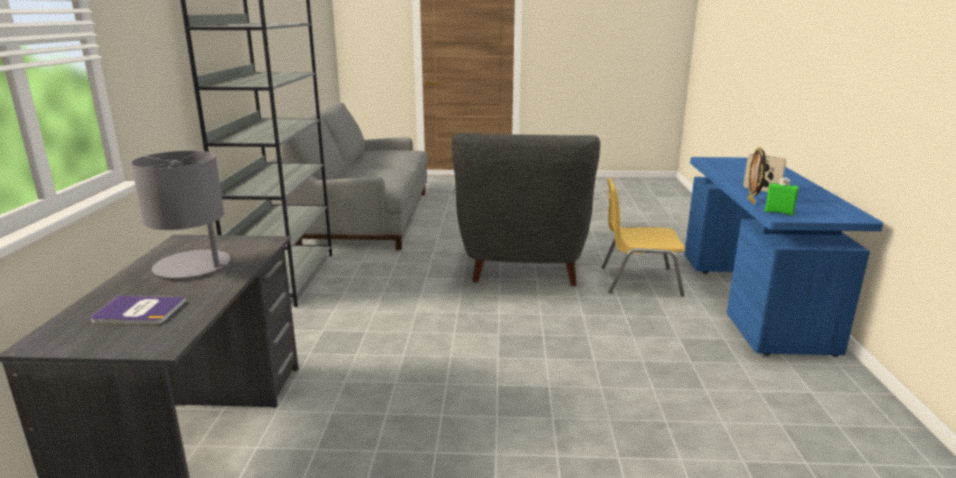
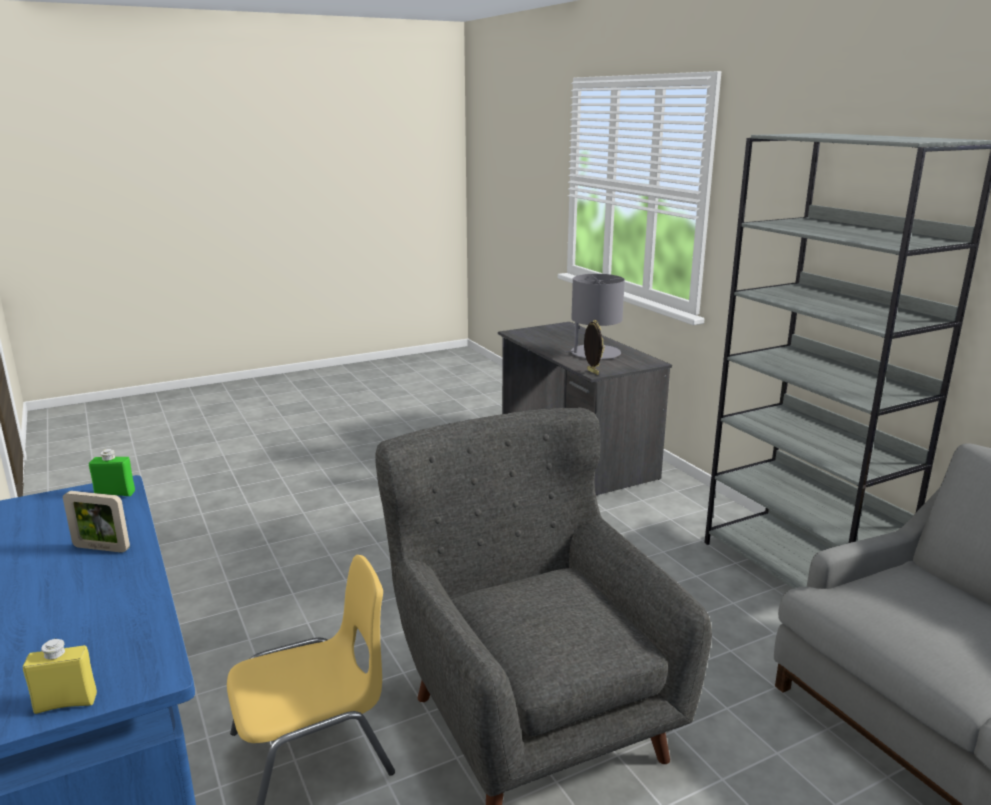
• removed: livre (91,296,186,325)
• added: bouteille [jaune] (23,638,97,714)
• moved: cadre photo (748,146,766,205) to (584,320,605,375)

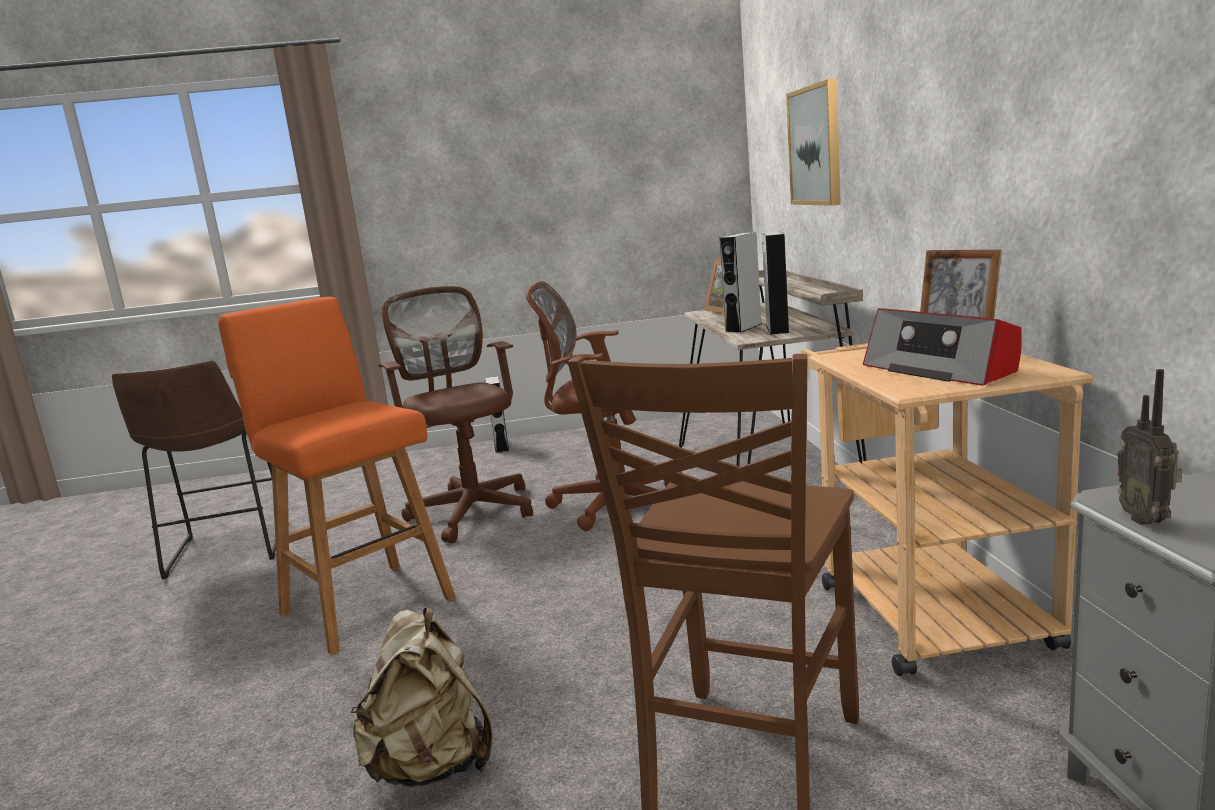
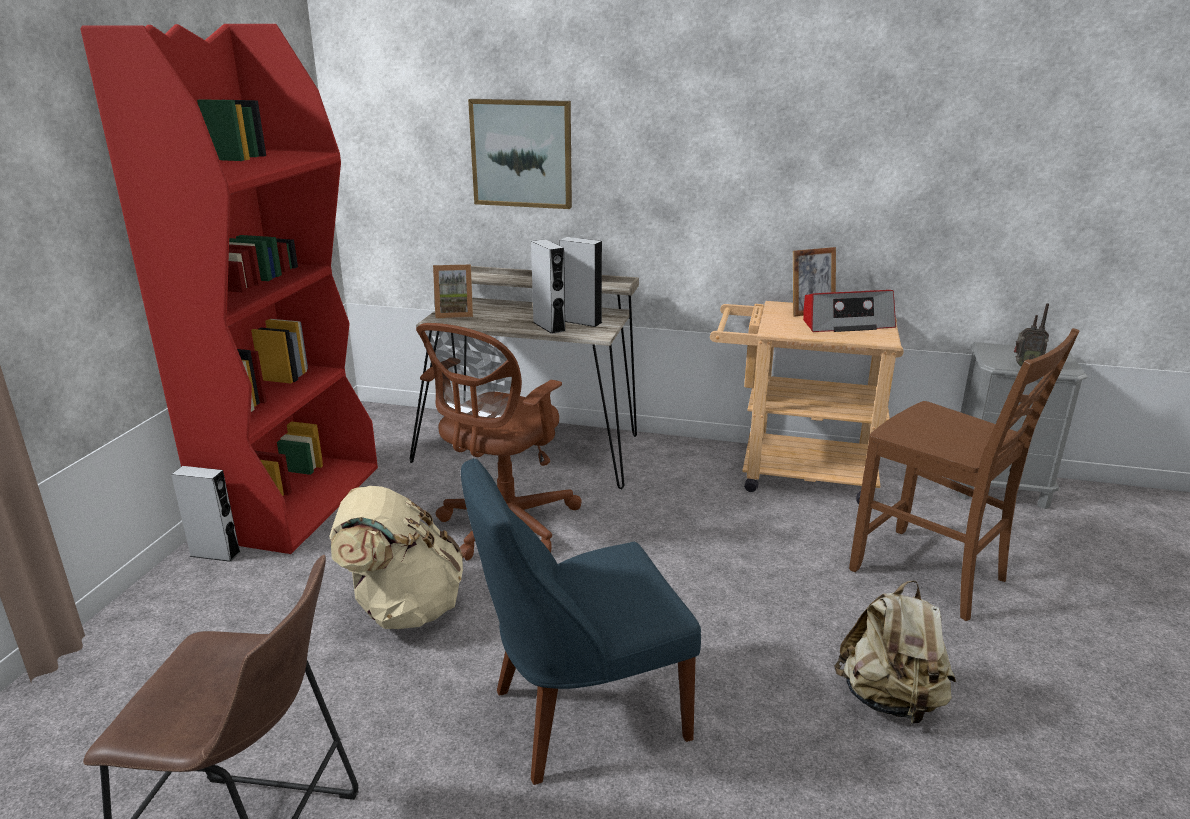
• added: bibliothèque [rouge] (80,24,378,554)
• replaced: tabouret [orange] (218,297,456,655) to chaise [bleu] (461,458,701,785)
• replaced: chaise de bureau [marron] (378,286,533,543) to sac à dos [beige] (329,486,463,629)

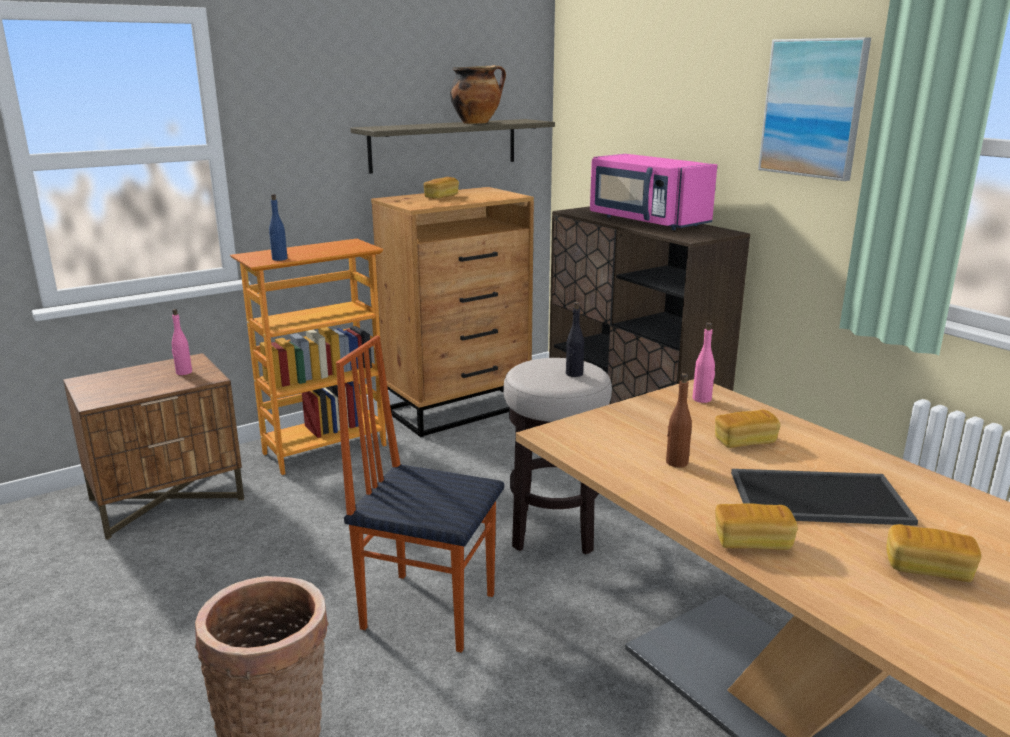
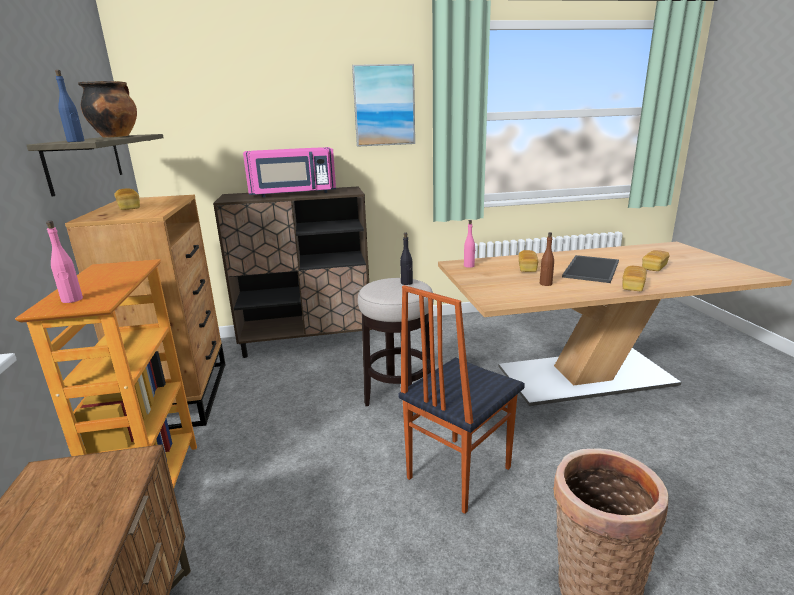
• moved: bouteille [rose] (172,309,192,375) to (46,221,83,303)
• moved: bouteille [bleu] (269,194,287,261) to (55,70,85,142)

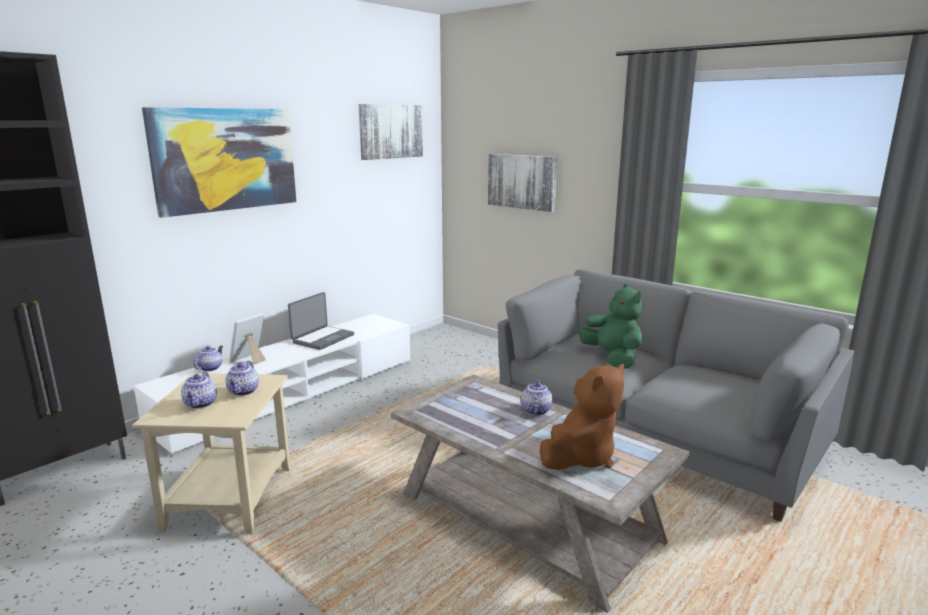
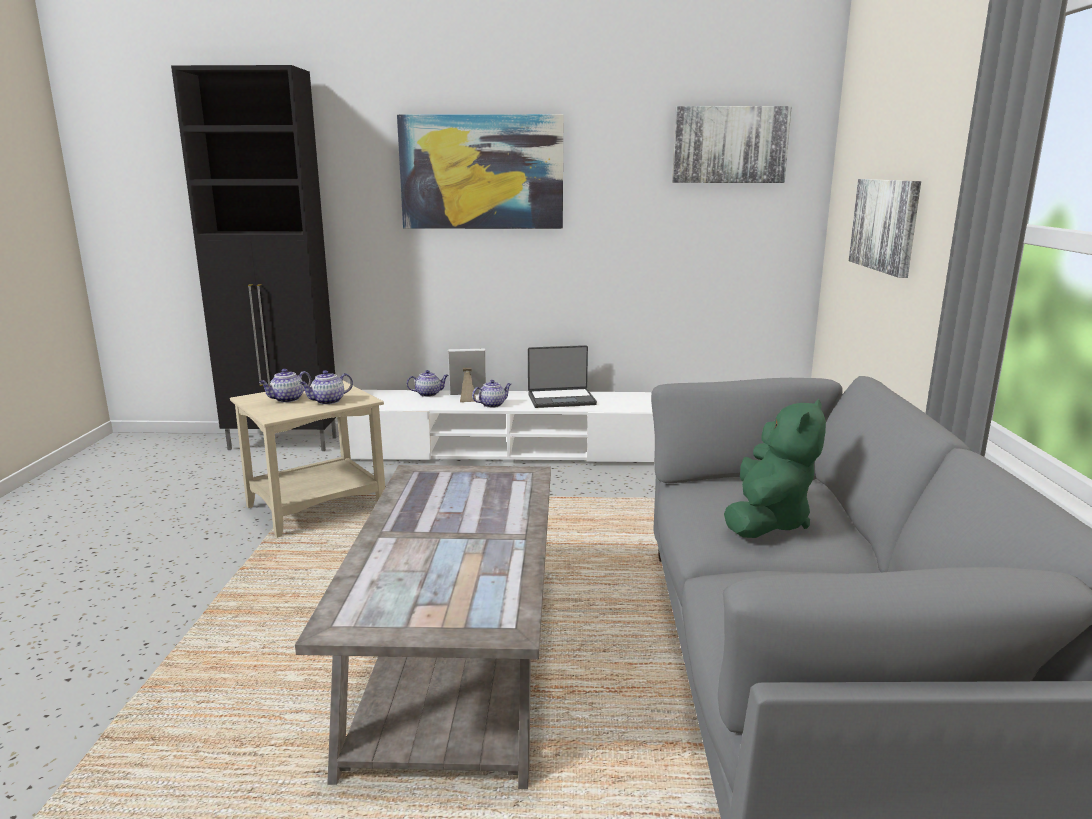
• removed: peluche [marron] (539,364,624,470)
• moved: théière (521,380,553,415) to (472,380,511,408)

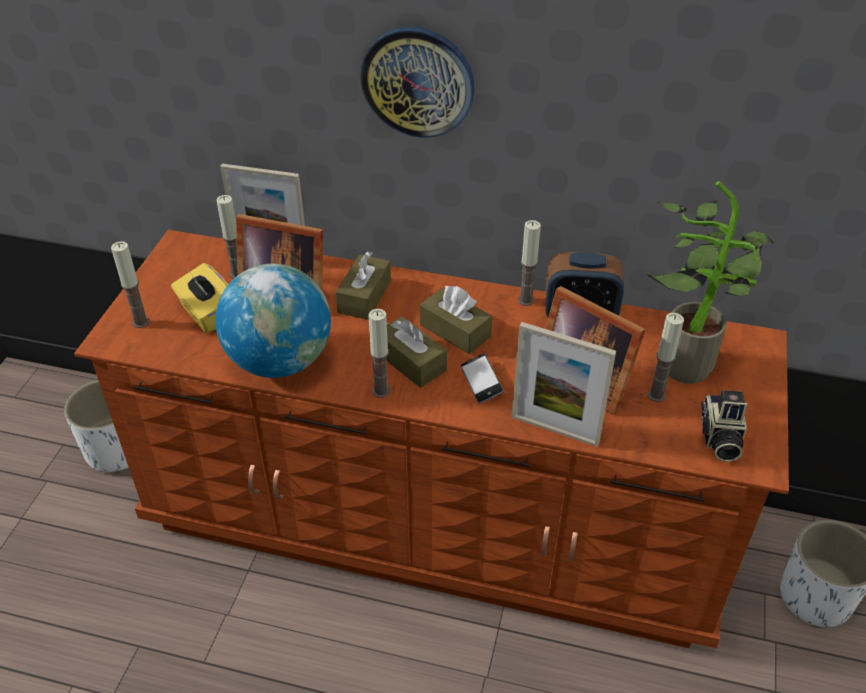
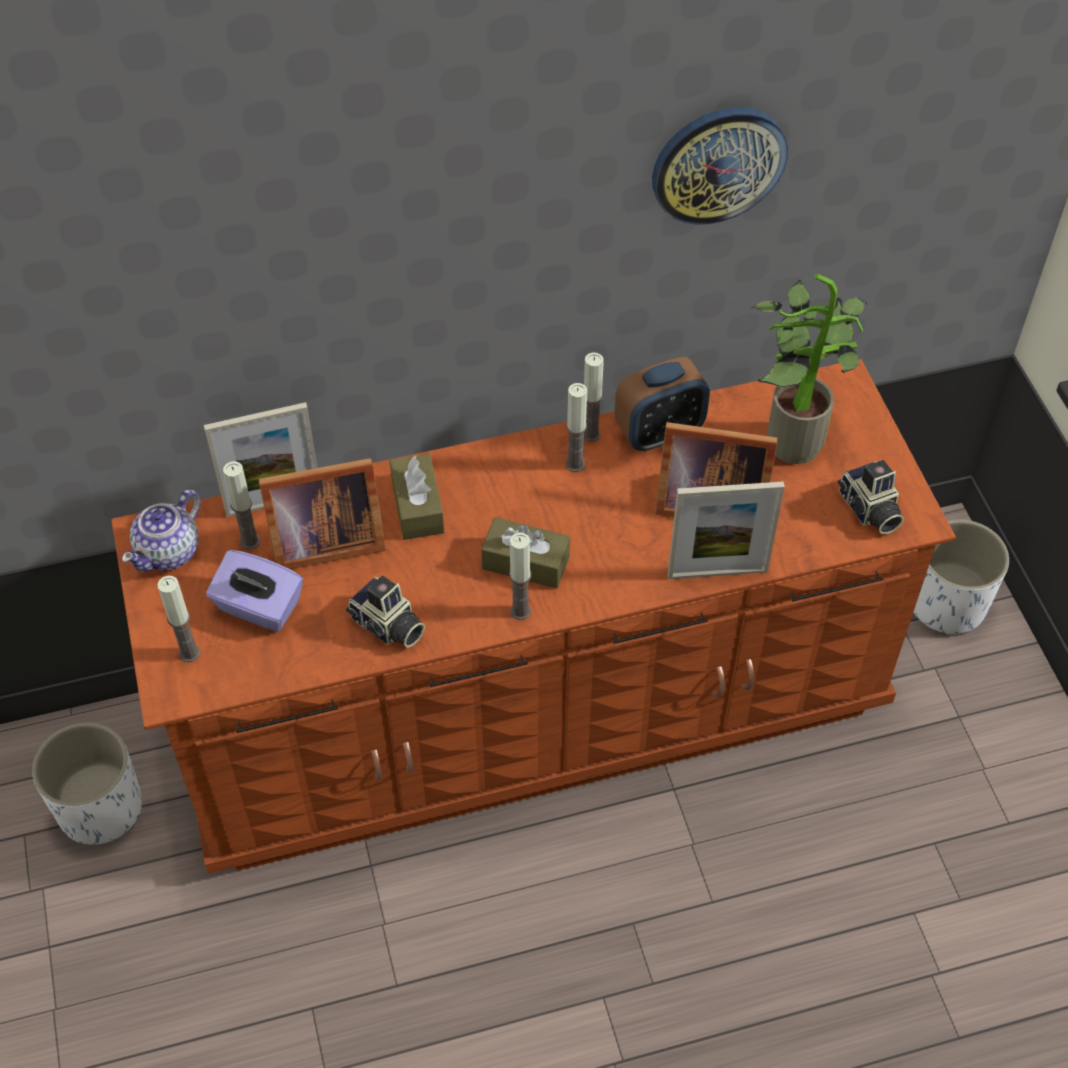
• removed: boîte à mouchoirs [marron] (420,286,492,354)
• removed: téléphone (461,354,504,404)
• added: théière (122,490,200,572)
• moved: horloge murale (360,27,475,138) to (652,108,788,225)
• moved: bougie (648,313,684,402) to (566,383,587,472)
• replaced: globe (215,264,331,378) to appareil photo (346,576,425,648)
• recoloured: boîte à mouchoirs [jaune] (171,263,228,333) to boîte à mouchoirs [violet] (206,550,303,632)

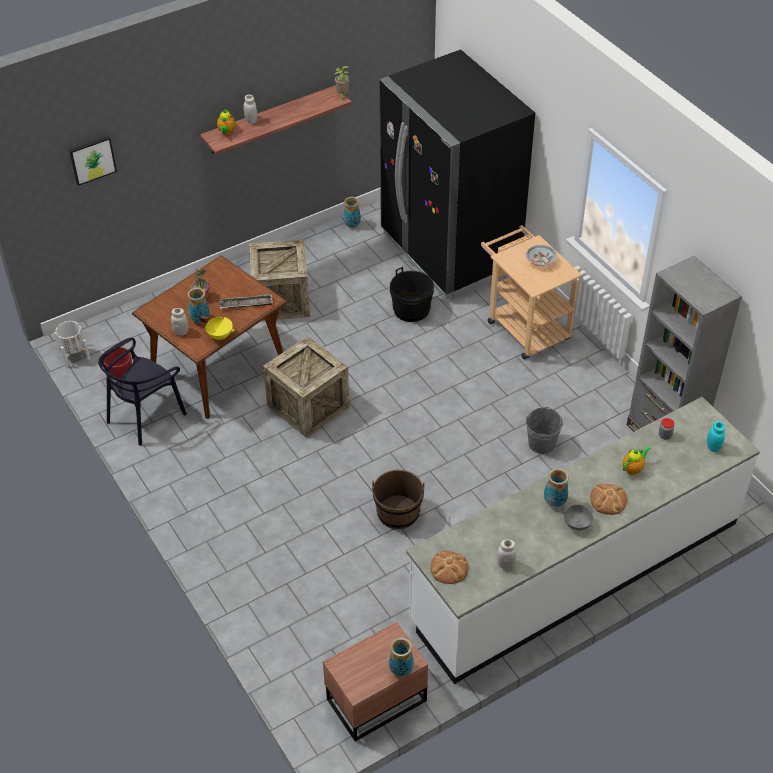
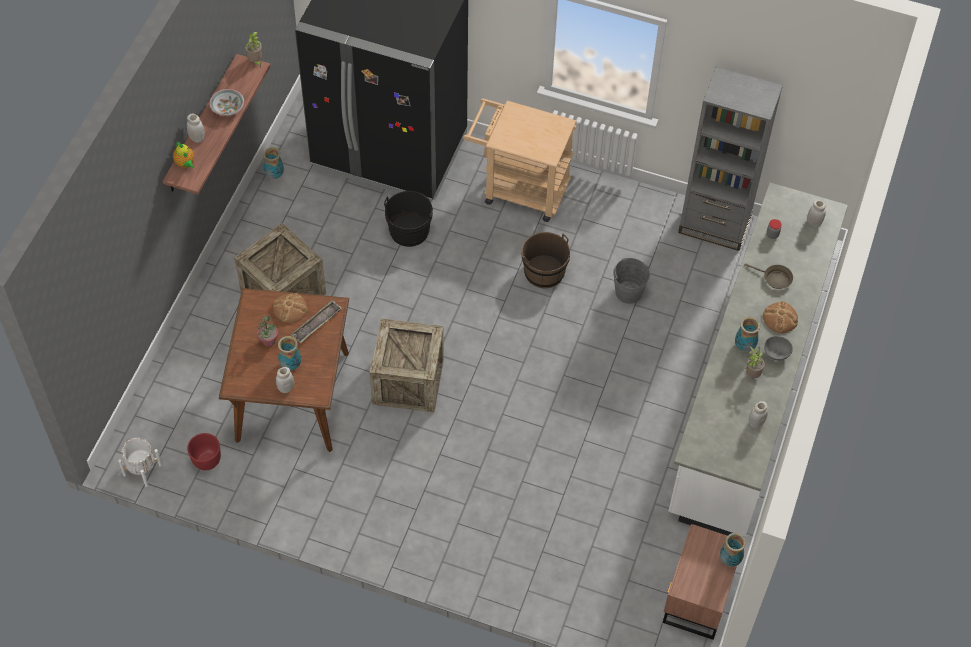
• removed: tableau (69,136,117,186)
• removed: chaise [noir] (98,338,187,445)
• removed: marmite [jaune] (200,316,235,340)
• added: plante en pot (745,346,765,378)
• moved: seau [marron] (372,470,425,529) to (522,232,570,289)
• moved: pain (431,551,469,584) to (273,293,307,323)
• moved: bol (526,245,557,266) to (210,89,244,116)
• replaced: théière (622,446,651,475) to poêle [marron] (744,263,793,289)
• recoloured: bocal [turquoise] (707,421,725,452) to bocal [blanc] (807,200,826,227)

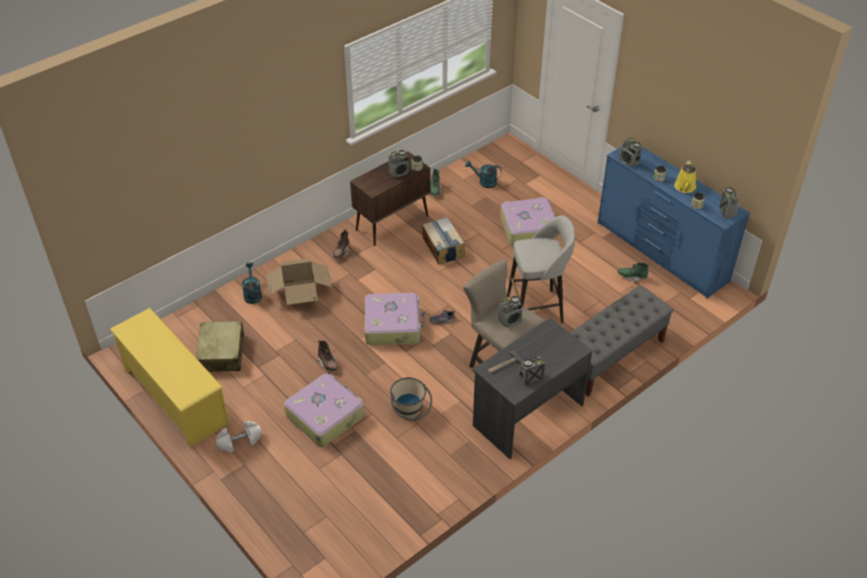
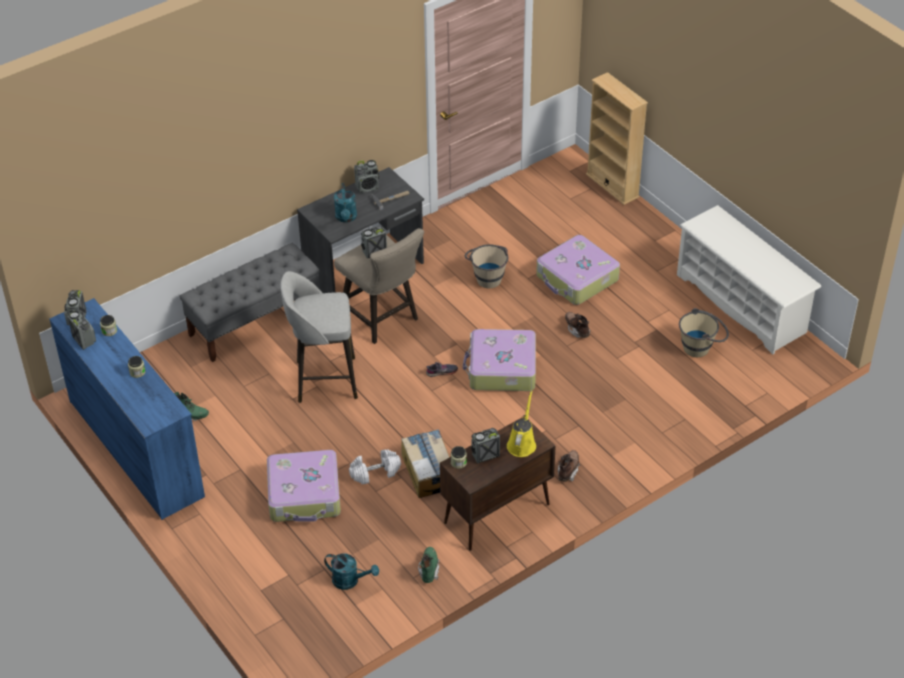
• removed: carton (267,258,332,305)
• added: bibliothèque [beige] (586,72,648,205)
• moved: haltère [blanc] (215,421,262,453) to (349,449,401,484)
• moved: arrosoir [turquoise] (242,262,262,304) to (334,183,357,223)
• moved: radio (619,137,642,167) to (68,311,96,350)
• moved: arrosoir [jaune] (674,160,696,193) to (507,391,536,457)
• replaced: valise [beige] (196,321,244,372) to seau [beige] (679,308,729,357)
• recoloured: étagère à chaussures [jaune] (110,308,230,448) to étagère à chaussures [blanc] (677,205,821,354)

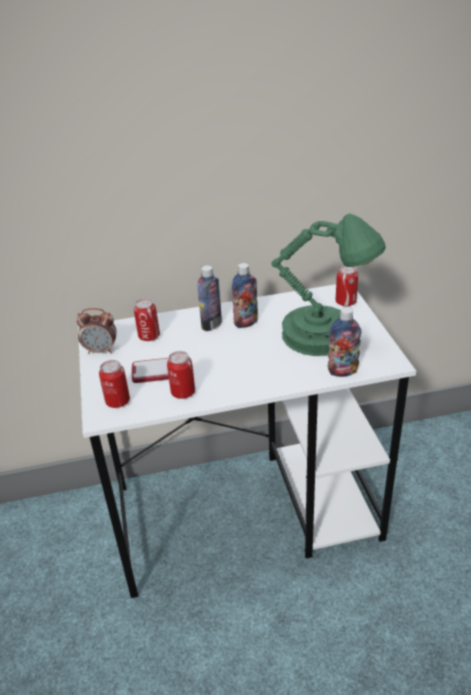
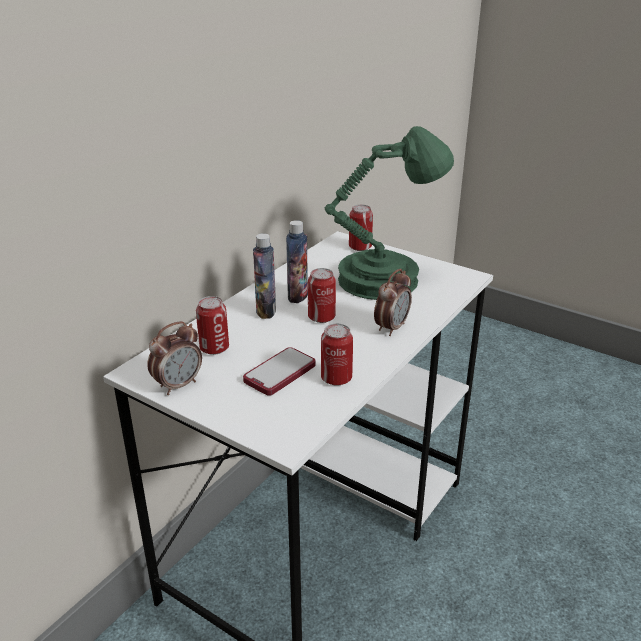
• removed: bouteille (328,307,361,377)
• added: réveil (374,269,412,336)
• moved: boîte métallique (99,360,130,408) to (308,268,336,323)

